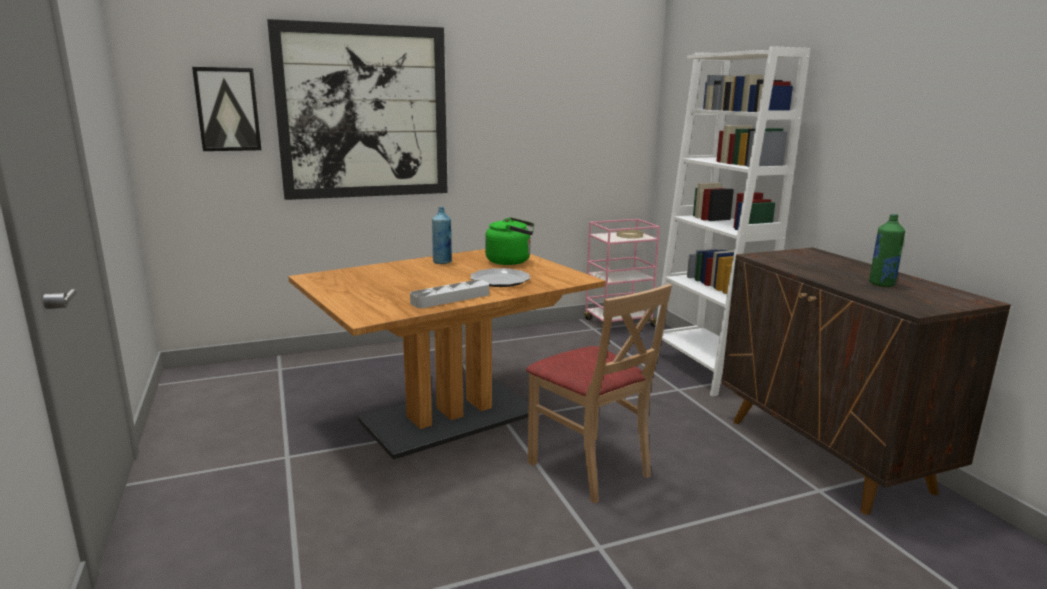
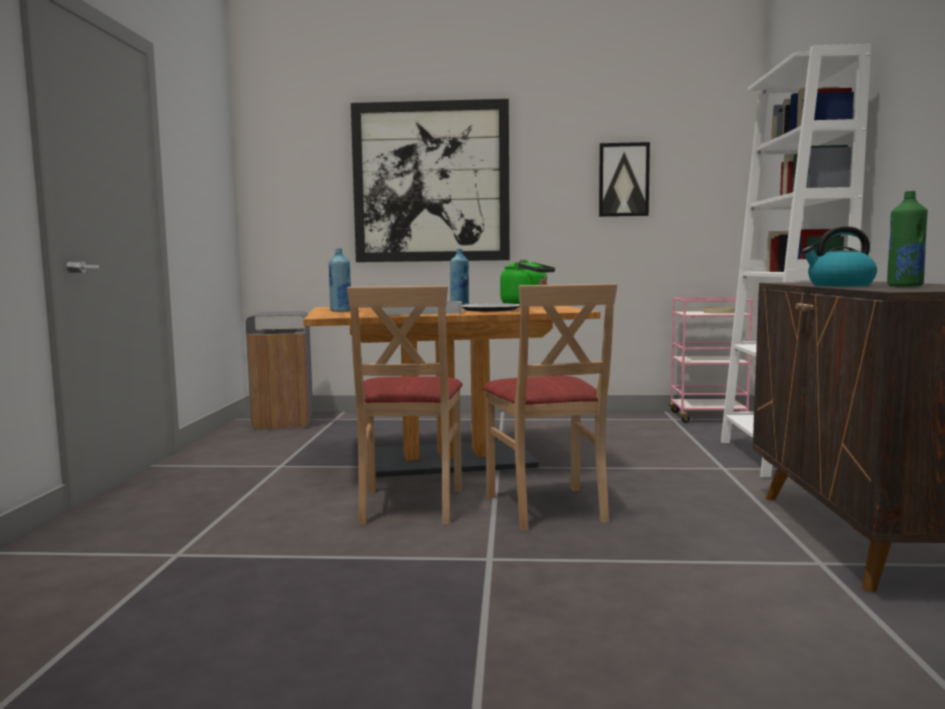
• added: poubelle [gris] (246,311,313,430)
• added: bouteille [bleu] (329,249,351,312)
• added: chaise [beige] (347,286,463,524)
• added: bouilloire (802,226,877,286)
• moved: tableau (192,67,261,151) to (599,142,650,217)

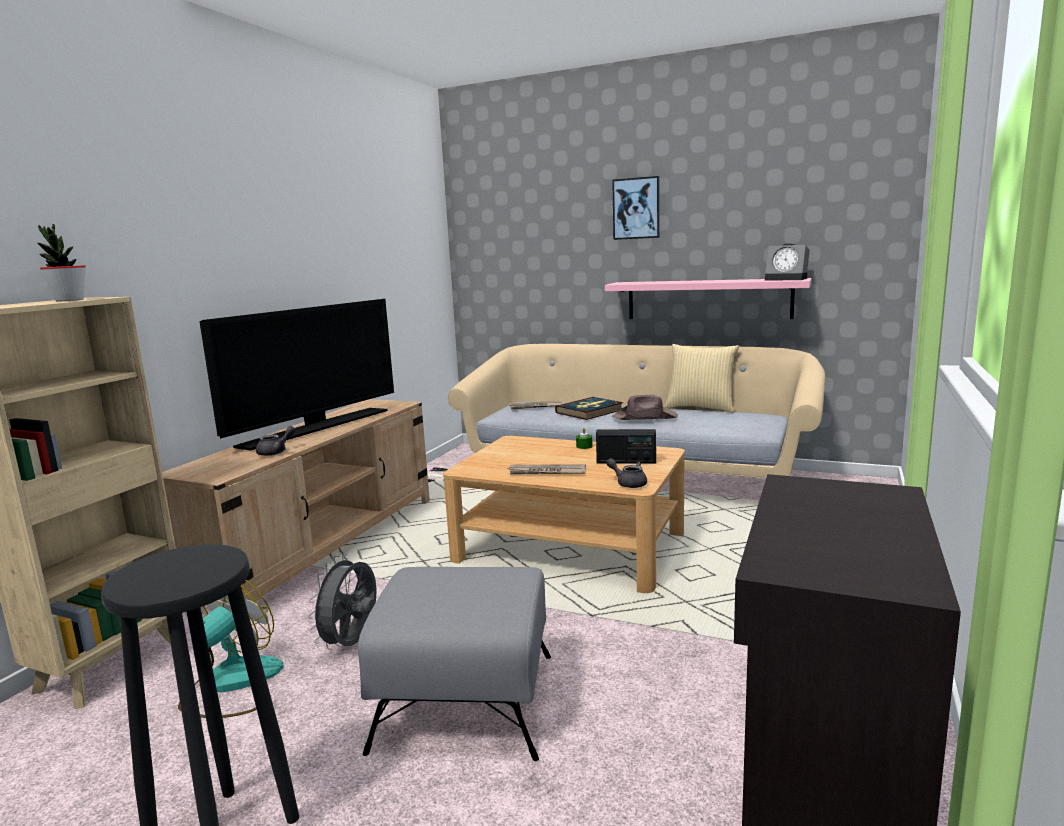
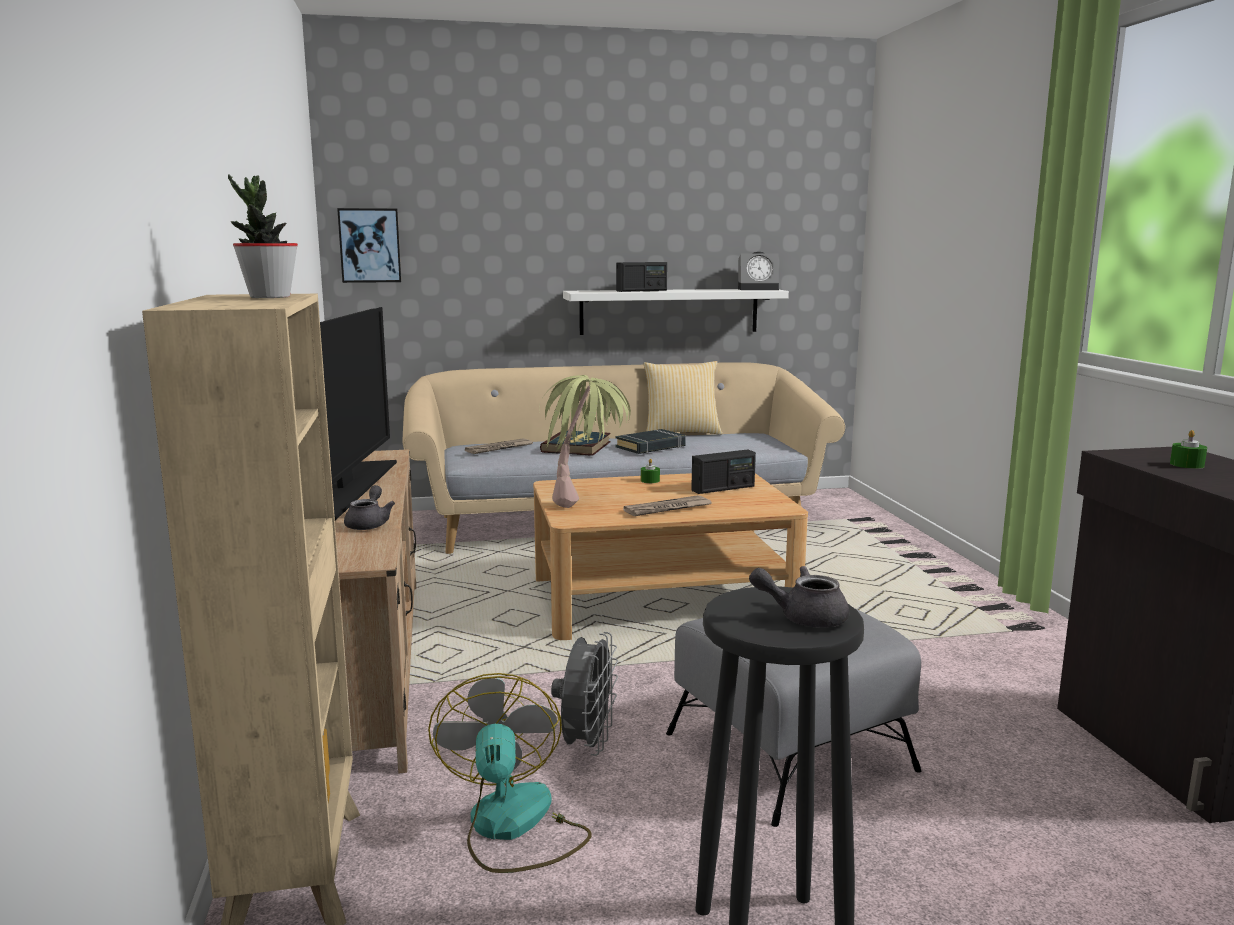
• added: plante en pot (539,375,631,508)
• added: radio (616,262,667,292)
• added: bougie [vert] (1170,430,1207,469)
• moved: théière [gris] (606,458,647,488) to (749,566,849,628)
• moved: tableau (612,176,660,240) to (337,208,401,283)
• replaced: chapeau [marron] (612,394,678,420) to livre [noir] (616,429,686,454)
• recoloured: étagère [rose] (605,278,812,319) to étagère [blanc] (563,289,789,335)
• turned: ventilateur [gris] (308,554,377,650) = (551,632,618,756) 150 degrees counterclockwise

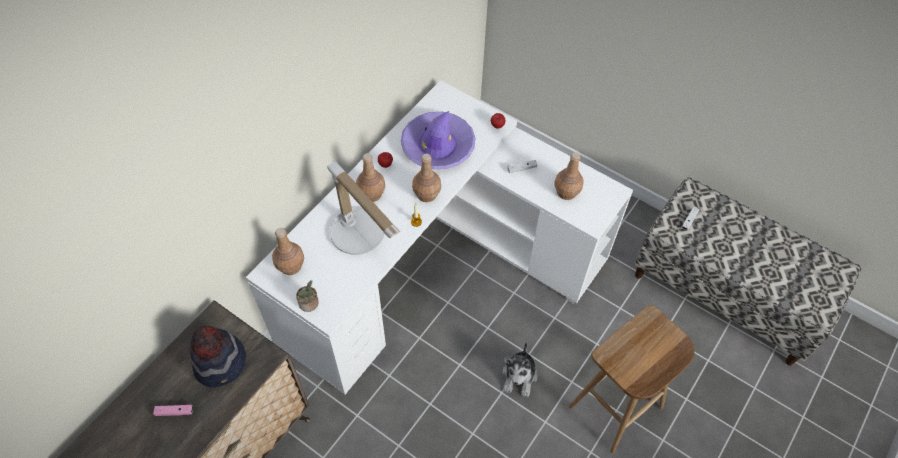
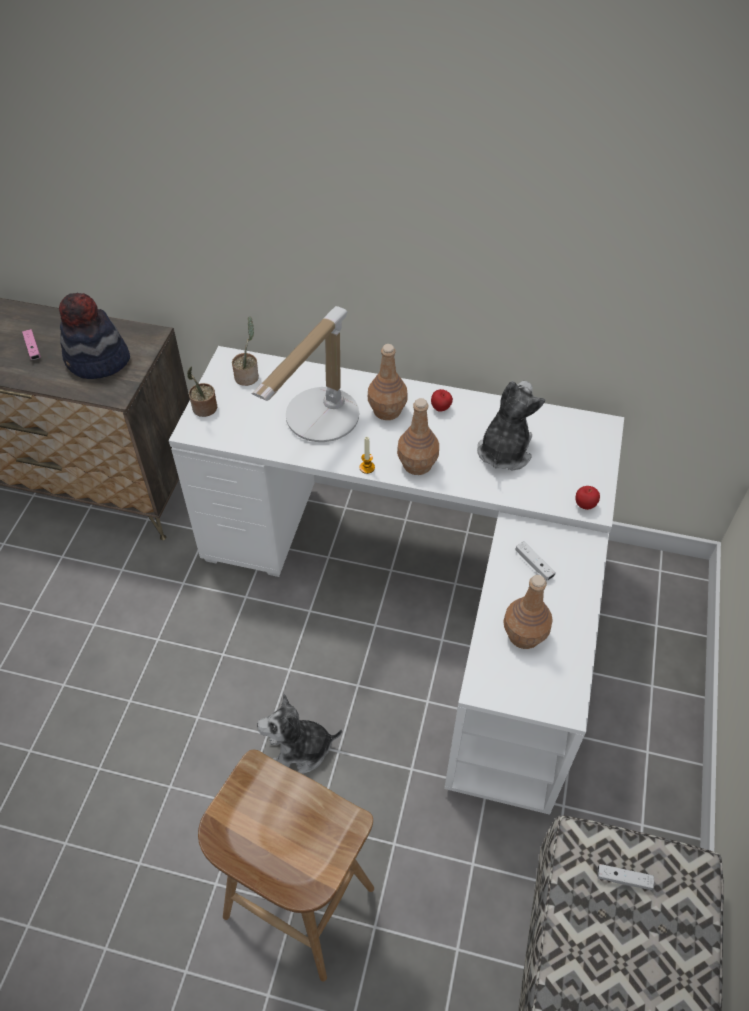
• replaced: bouteille [marron] (272,228,304,275) to plante en pot (232,316,259,386)
• replaced: chapeau [violet] (401,111,475,169) to peluche (477,381,545,471)

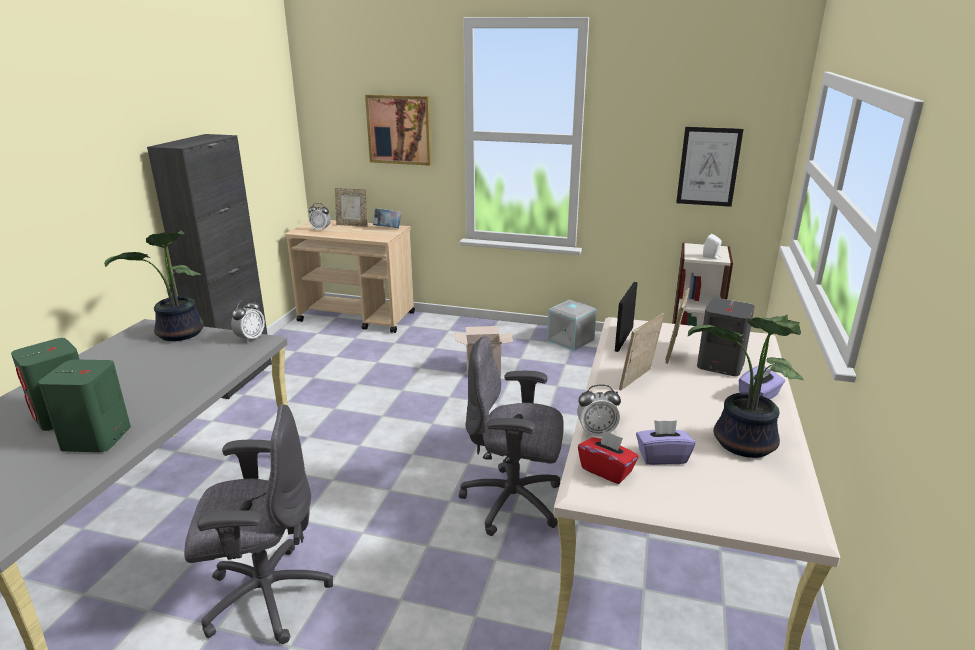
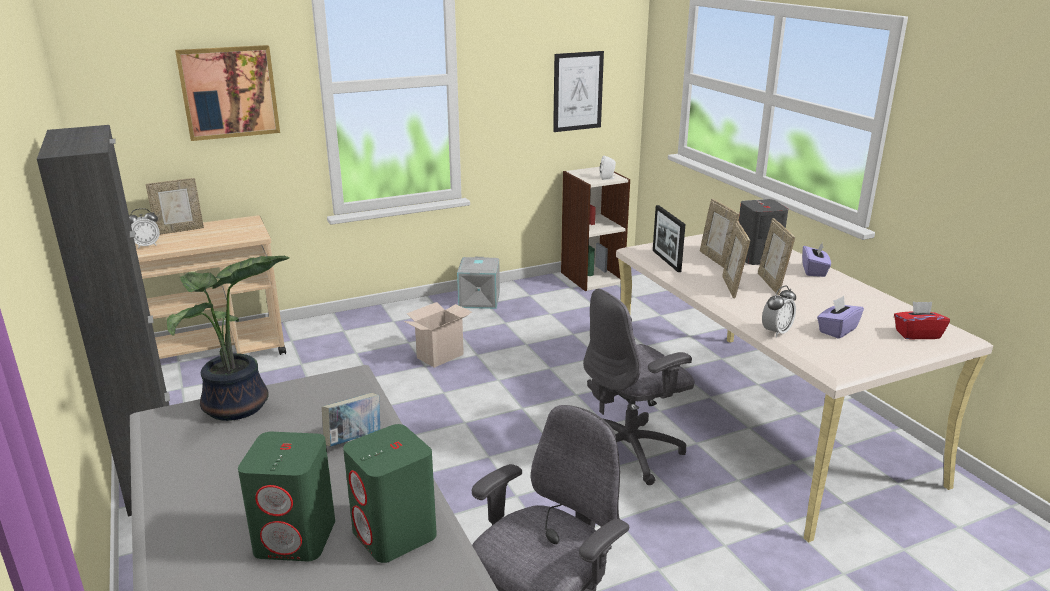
• removed: réveil (231,298,265,343)
• removed: plante en pot (688,315,803,458)
• added: cadre photo (758,218,795,295)
• moved: livre (373,208,401,228) to (322,393,380,447)
• moved: boîte à mouchoirs [rouge] (578,430,639,484) to (894,302,950,339)

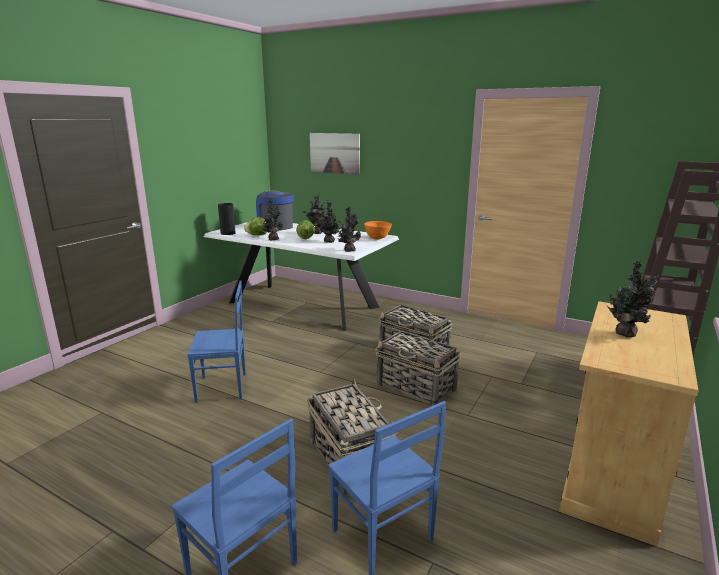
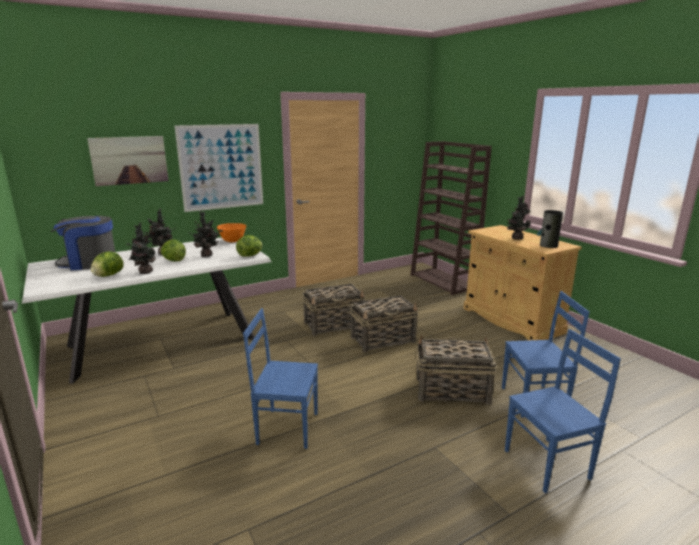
• added: tableau (175,124,263,212)
• moved: vase (218,203,236,235) to (537,210,563,248)
• replaced: plante en pot (337,207,361,252) to laitue (236,235,262,257)
• turned: chaise [bleu] (187,280,246,403) = (243,308,318,449) 105 degrees counterclockwise

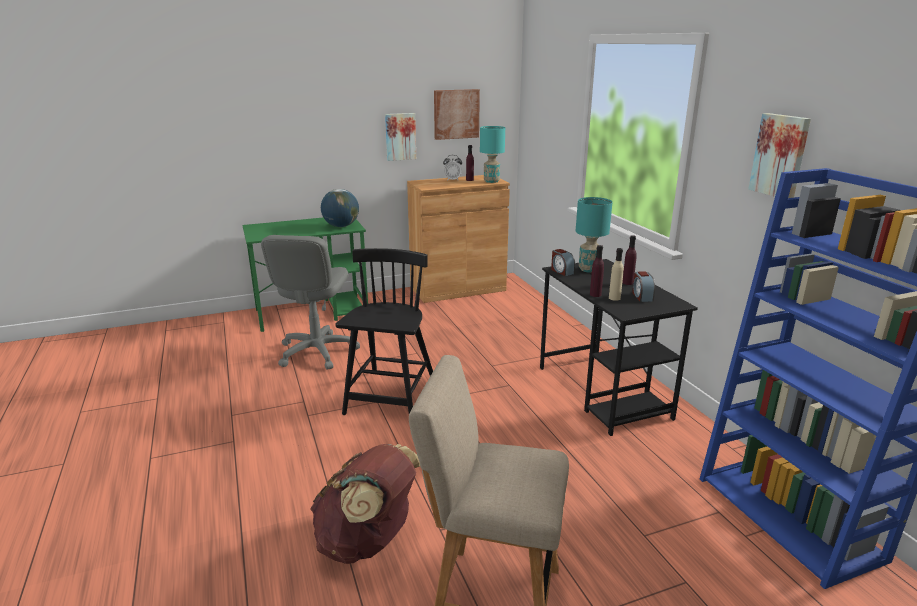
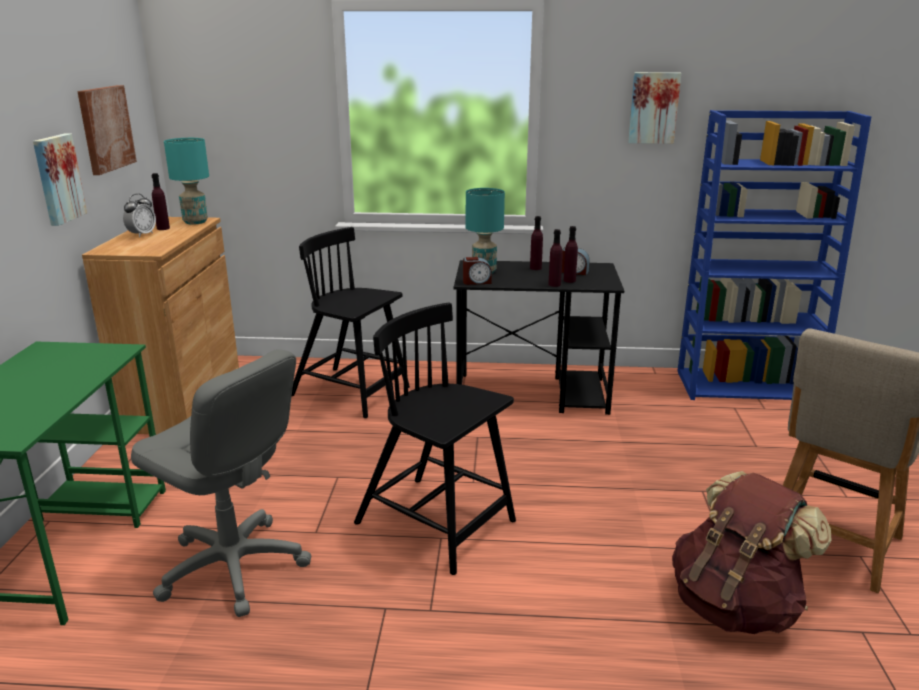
• removed: globe (321,189,359,227)
• added: chaise [noir] (292,227,410,418)
• recoloured: bouteille [beige] (609,248,624,301) to bouteille [violet] (564,226,578,283)

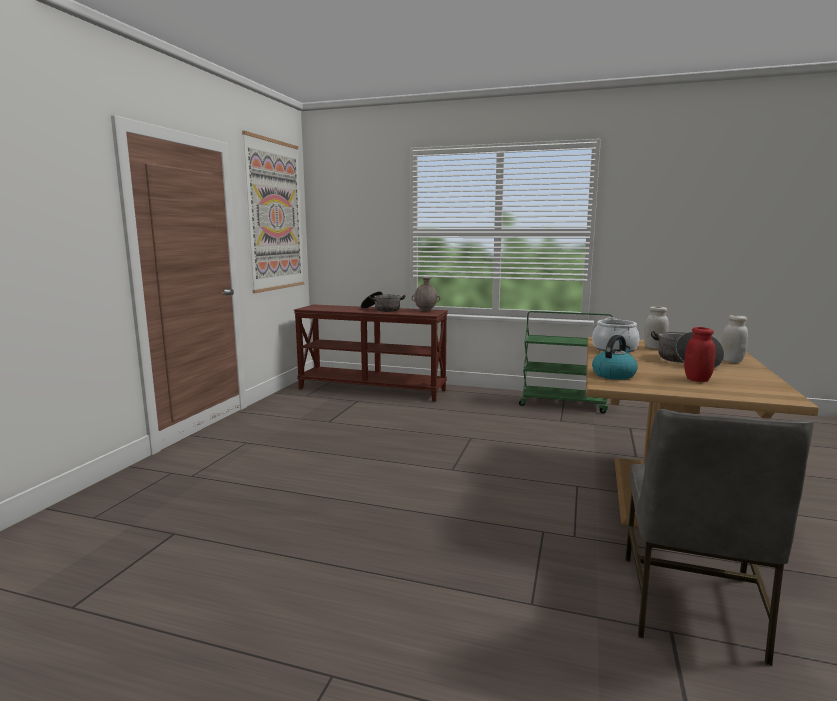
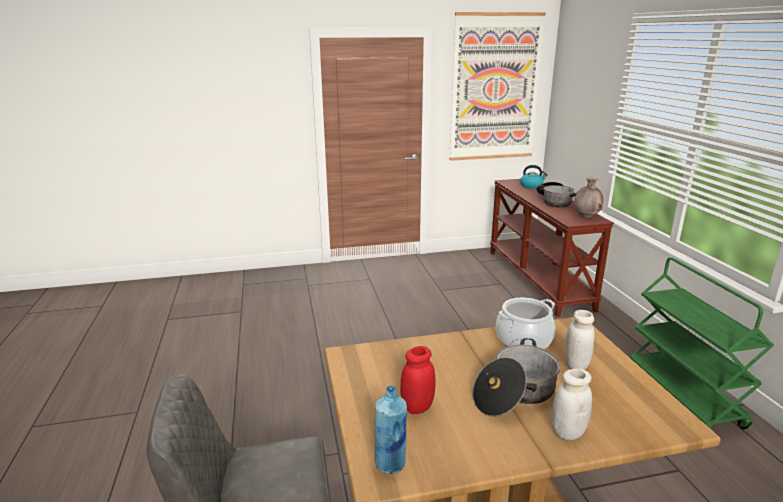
• added: bouteille [bleu] (375,386,407,474)
• moved: bouilloire (592,335,638,380) to (520,165,548,189)

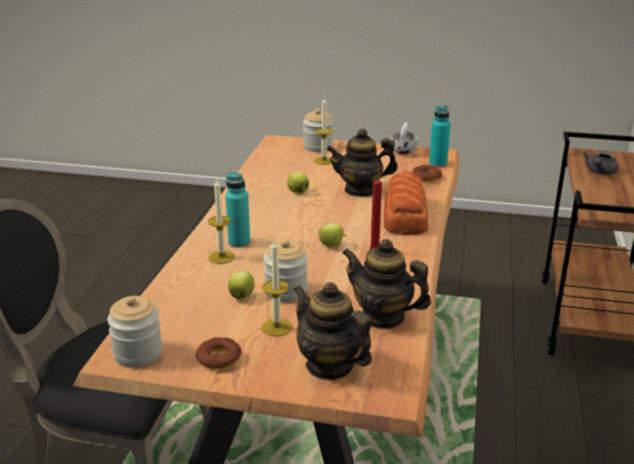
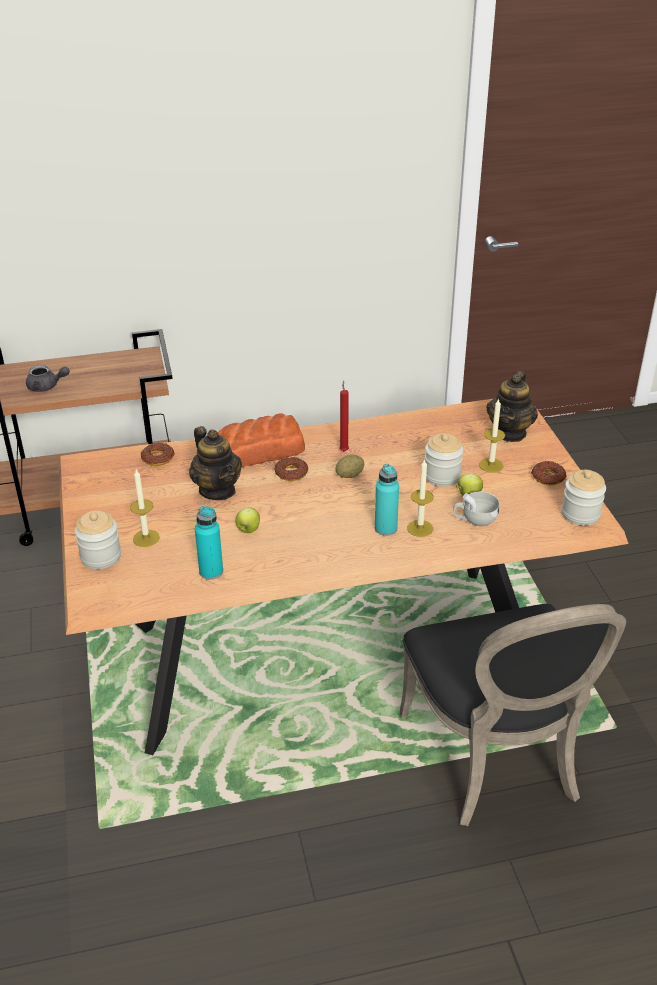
• removed: théière (342,239,431,329)
• added: beignet (274,457,308,481)
• moved: tasse [blanc] (391,122,419,155) to (453,492,500,526)
• moved: bouteille [turquoise] (429,105,450,167) to (195,506,223,580)
• replaced: pomme (318,223,346,247) to pomme de terre (335,454,364,478)

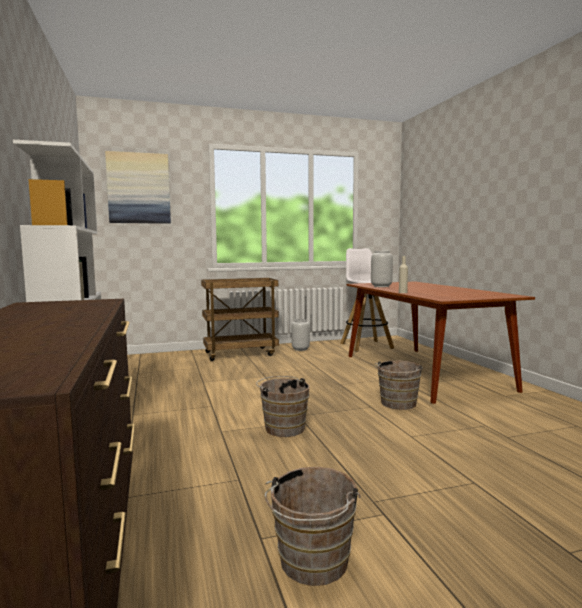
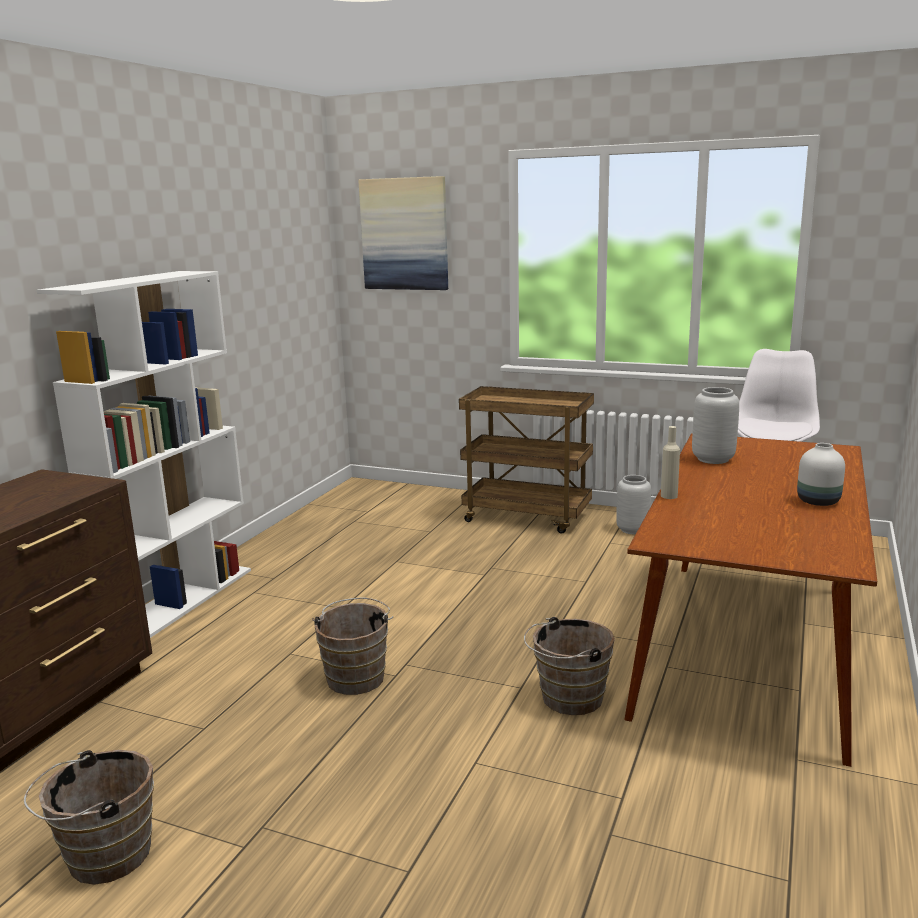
• added: vase [blanc] (797,443,845,506)

